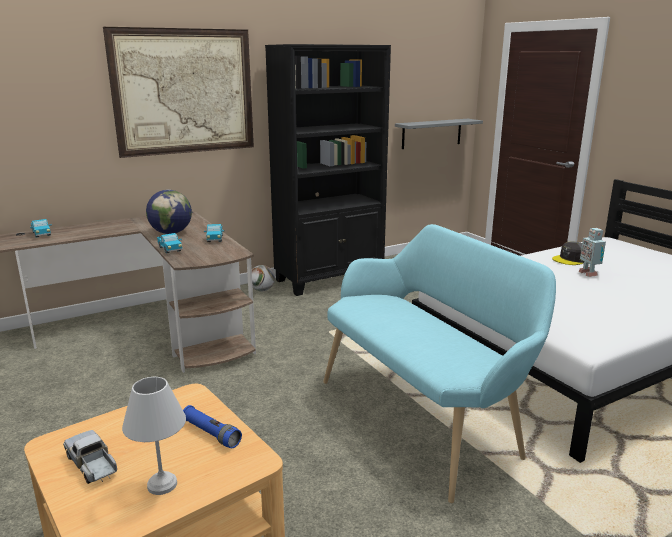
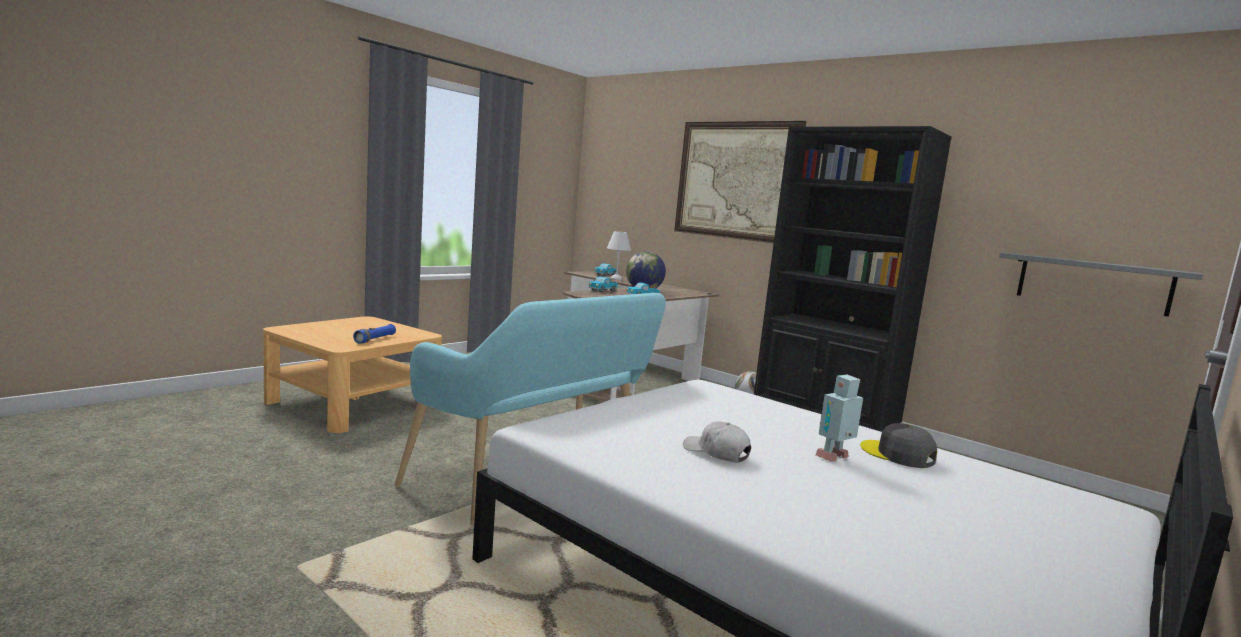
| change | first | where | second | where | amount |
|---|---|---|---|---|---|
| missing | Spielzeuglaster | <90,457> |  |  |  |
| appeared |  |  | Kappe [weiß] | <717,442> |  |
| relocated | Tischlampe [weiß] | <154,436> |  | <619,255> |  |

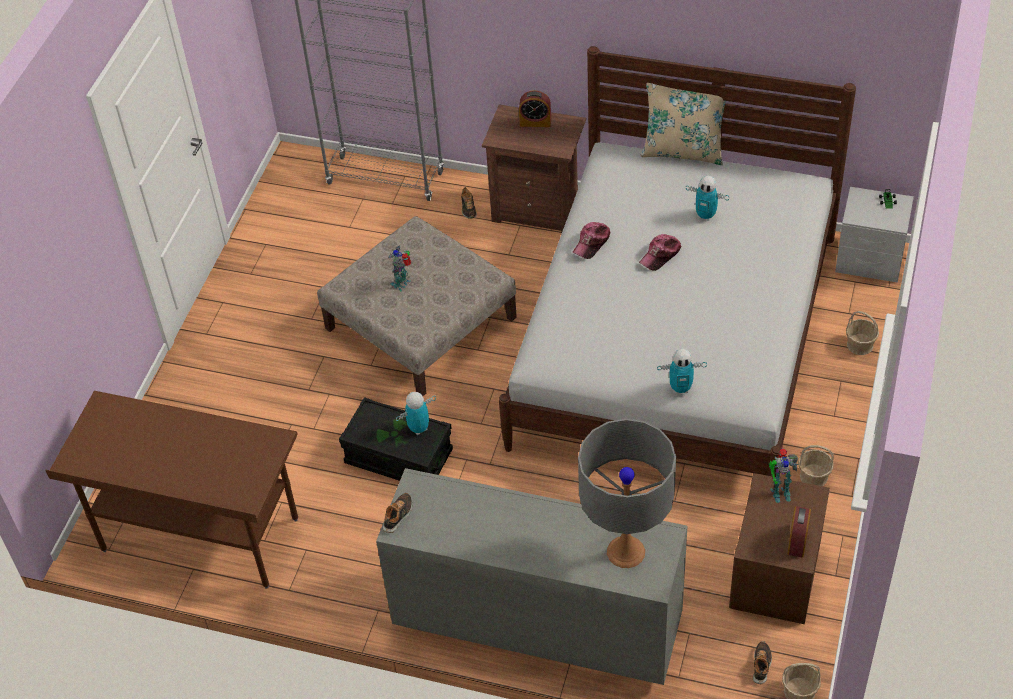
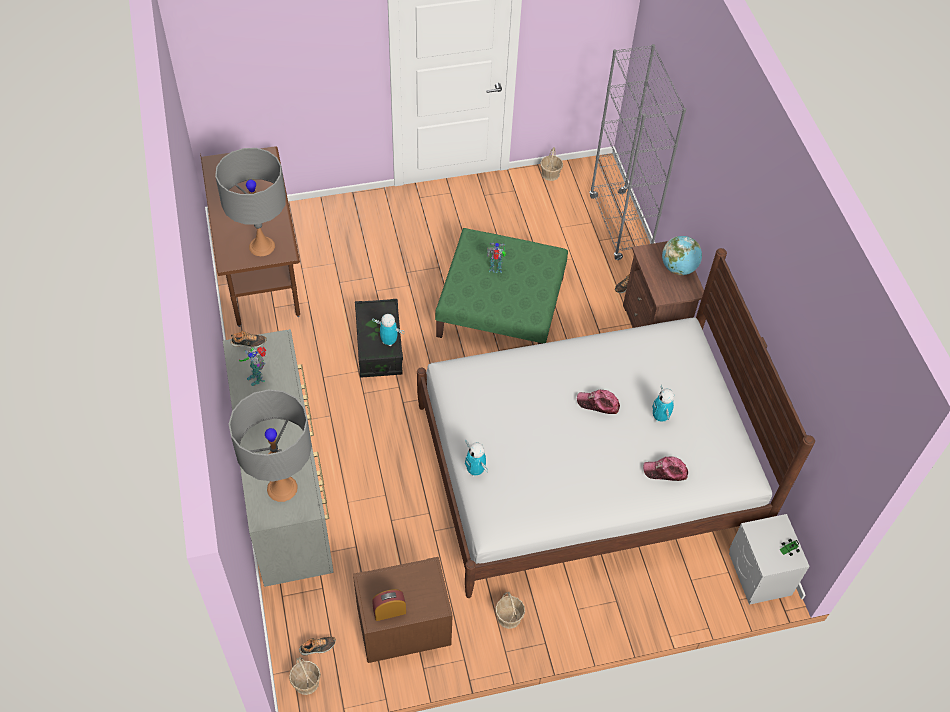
| change | first | where | second | where | amount |
|---|---|---|---|---|---|
| missing | Kissen [beige] | <683,124> |  |  |  |
| appeared |  |  | Tischlampe [grau] | <250,202> |  |
| relocated | Kappe | <591,240> |  | <665,468> |  |
| relocated | Spielzeugroboter | <783,475> |  | <252,366> |  |
| relocated | Korb | <862,333> |  | <551,164> |  |
| exchanged | Wecker | <535,108> | Globus | <682,255> |  |
| colour | Polsterhocker [beige] | <417,306> | Polsterhocker [grün] | <501,286> |  |

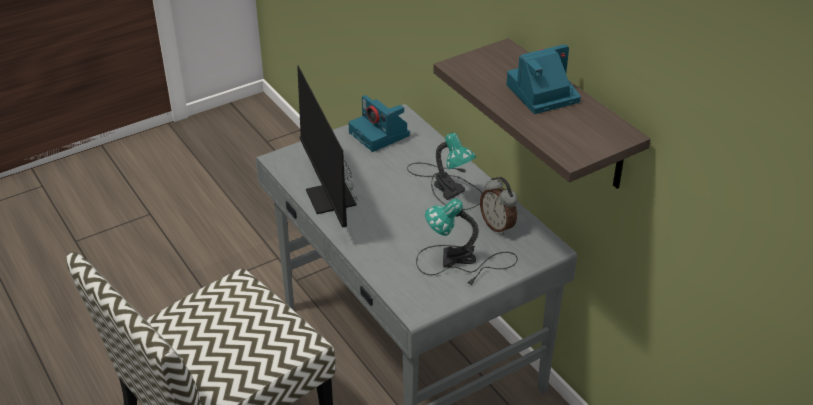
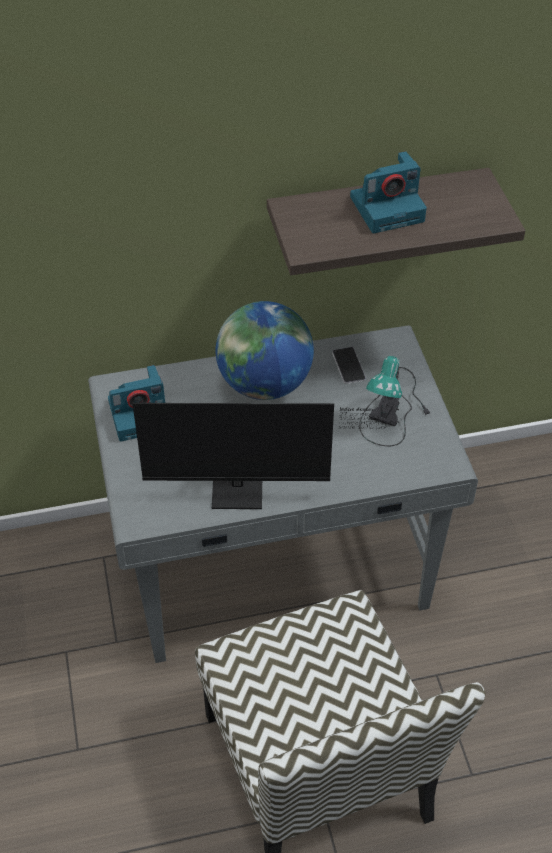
| change | first | where | second | where | amount |
|---|---|---|---|---|---|
| exchanged | Tischlampe | <444,171> | Globus | <265,350> |  |
| exchanged | Wecker | <498,206> | Handy | <349,365> |  |
| spun | Kamera | <543,79> |  | <388,192> | 105 degrees counterclockwise |

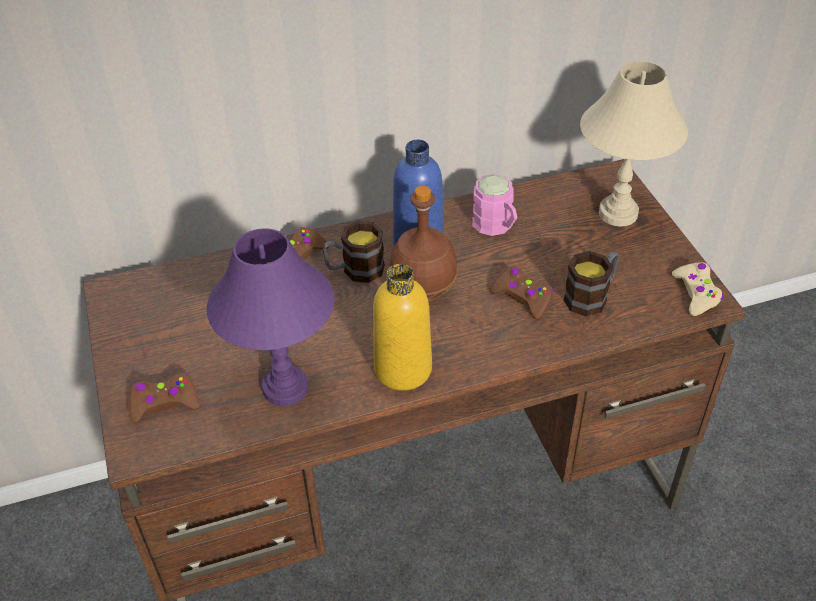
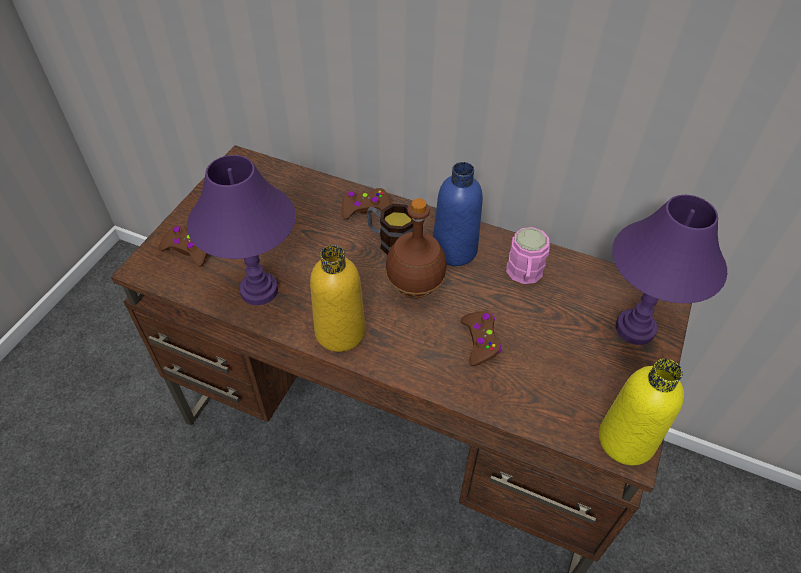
| change | first | where | second | where | amount |
|---|---|---|---|---|---|
| missing | Henkelbecher | <591,283> |  |  |  |
| exchanged | Gamepad [beige] | <697,289> | Flasche [gelb] | <641,412> |  |
| colour | Tischlampe [beige] | <634,144> | Tischlampe [lila] | <669,270> |  |

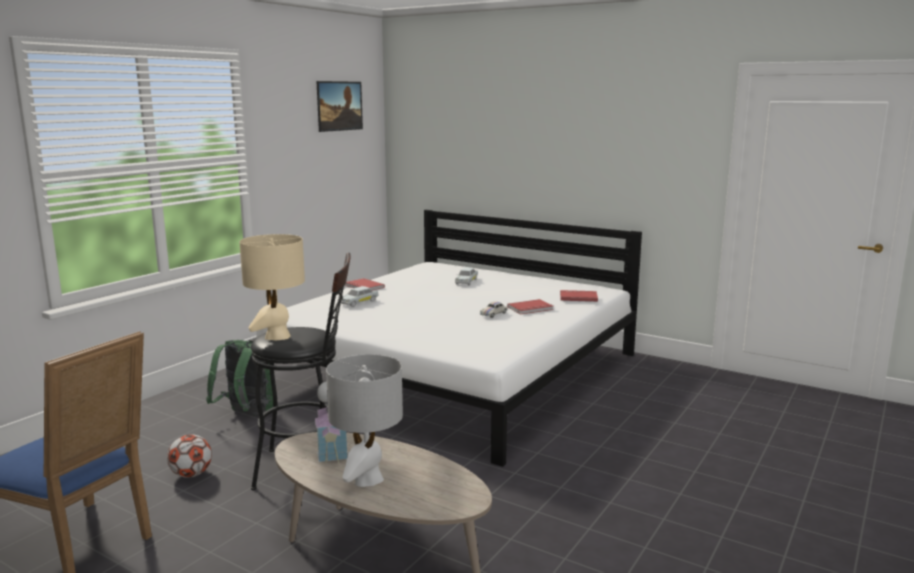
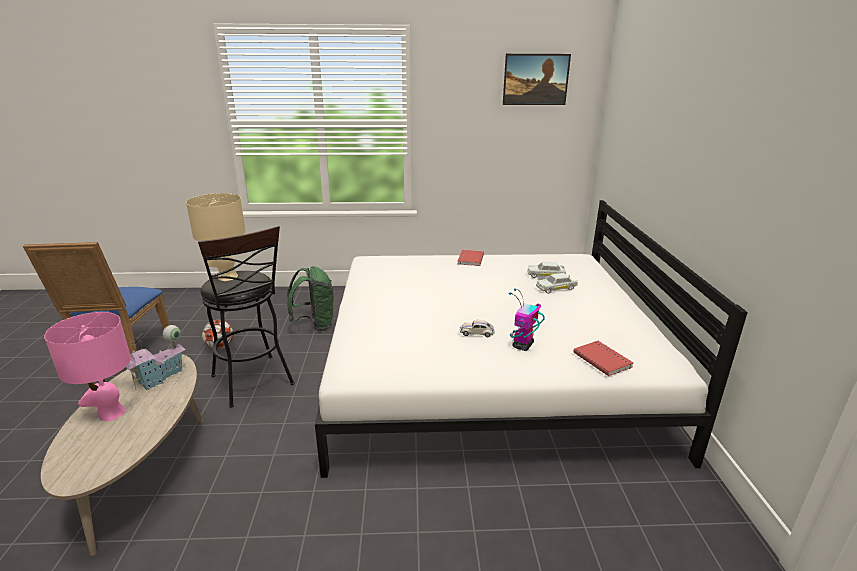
| change | first | where | second | where | amount |
|---|---|---|---|---|---|
| relocated | Spielzeugauto [weiß] | <359,296> |  | <546,270> |  |
| exchanged | Buch [rot] | <530,306> | Spielzeugroboter | <527,319> |  |
| colour | Tischlampe [grau] | <364,420> | Tischlampe [rosa] | <87,366> |  |

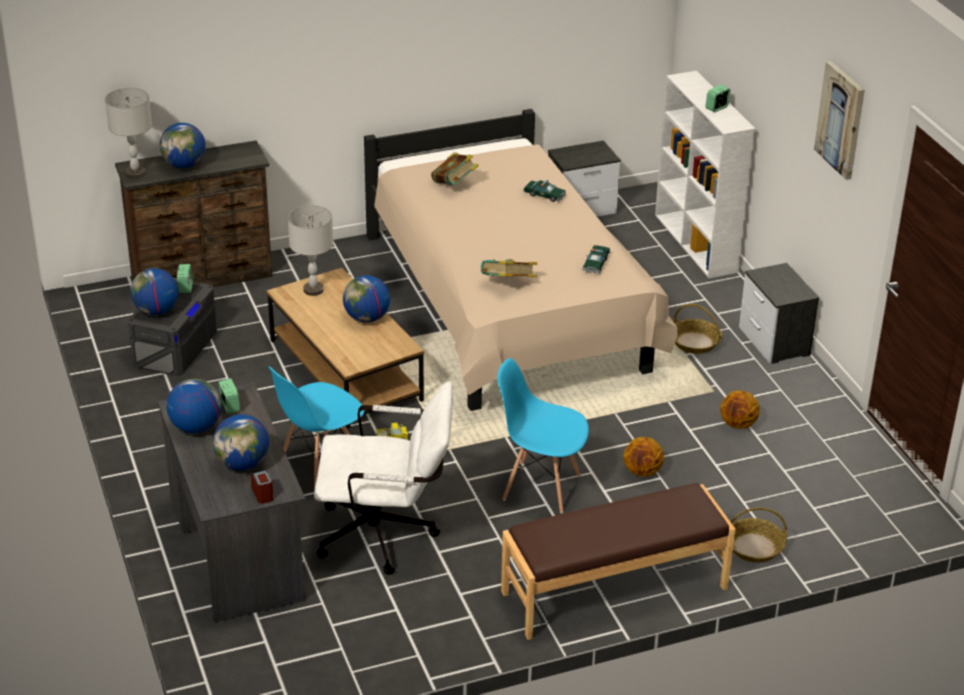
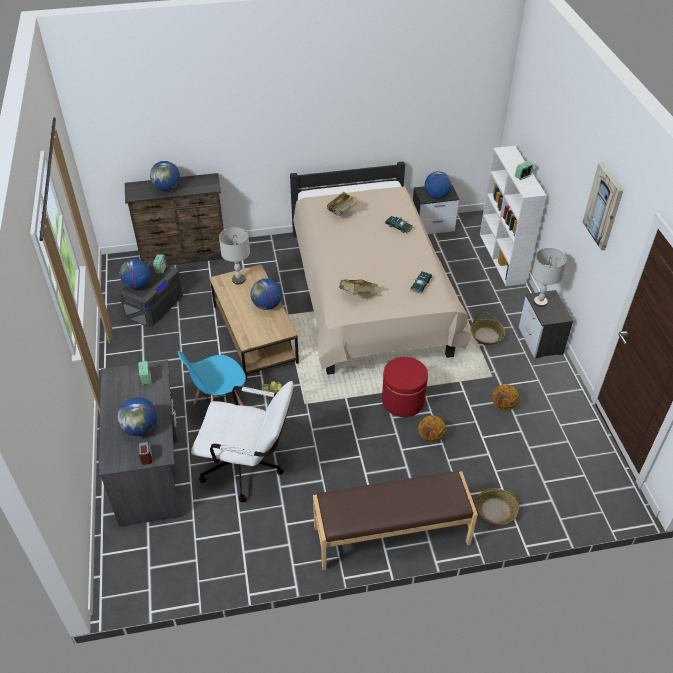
| change | first | where | second | where | amount |
|---|---|---|---|---|---|
| missing | Stuhl [blau] | <543,435> |  |  |  |
| appeared |  |  | Polsterhocker [rot] | <405,387> |  |
| relocated | Tischlampe [grau] | <128,133> |  | <549,277> |  |
| relocated | Globus | <194,406> |  | <438,185> |  |

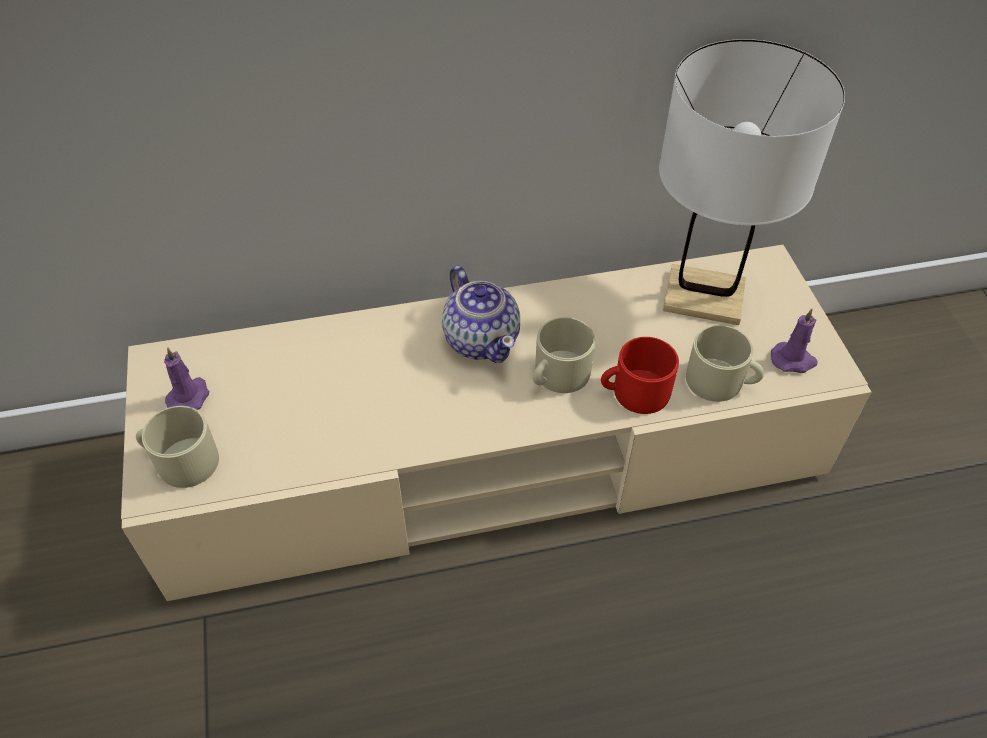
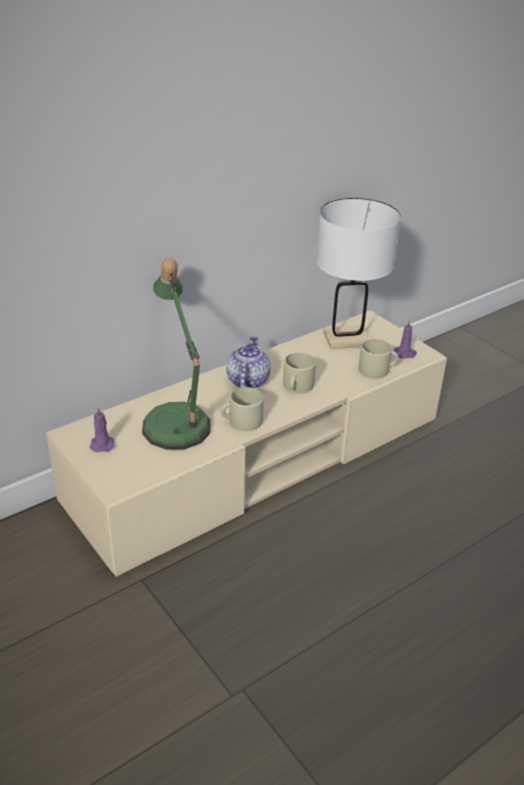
| change | first | where | second | where | amount |
|---|---|---|---|---|---|
| missing | Henkelbecher [rot] | <640,375> |  |  |  |
| appeared |  |  | Tischlampe | <176,354> |  |
| relocated | Henkelbecher [beige] | <177,447> |  | <242,409> |  |
| spun | Teekanne | <481,314> |  | <248,362> | 120 degrees counterclockwise |

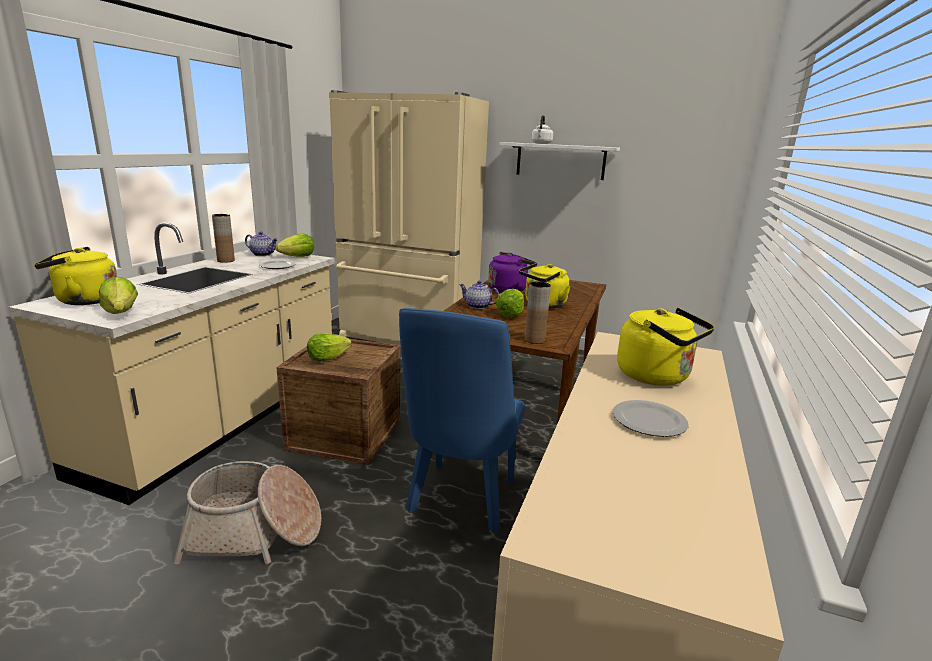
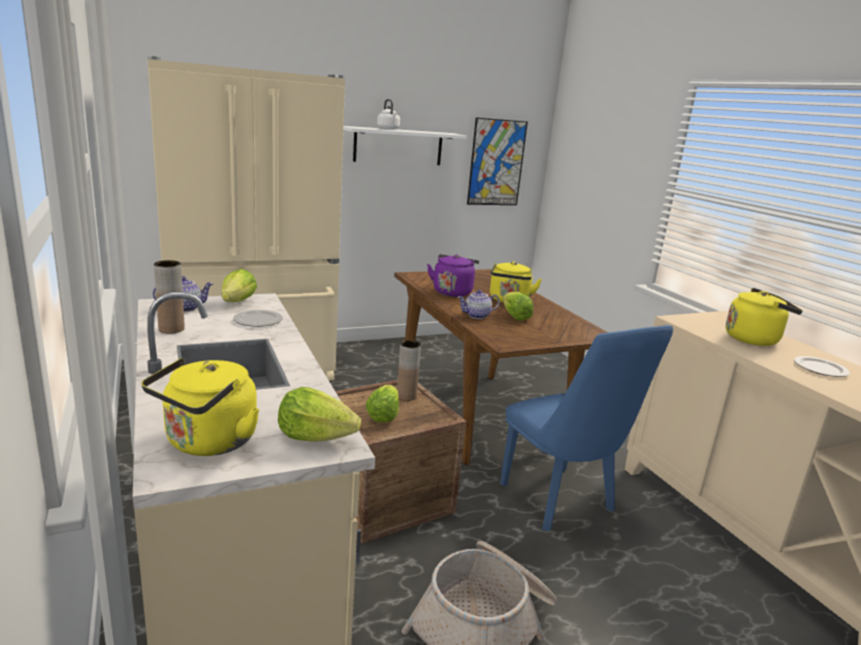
| change | first | where | second | where | amount |
|---|---|---|---|---|---|
| appeared |  |  | Bild | <497,161> |  |
| relocated | Vase [braun] | <538,313> |  | <409,370> |  |

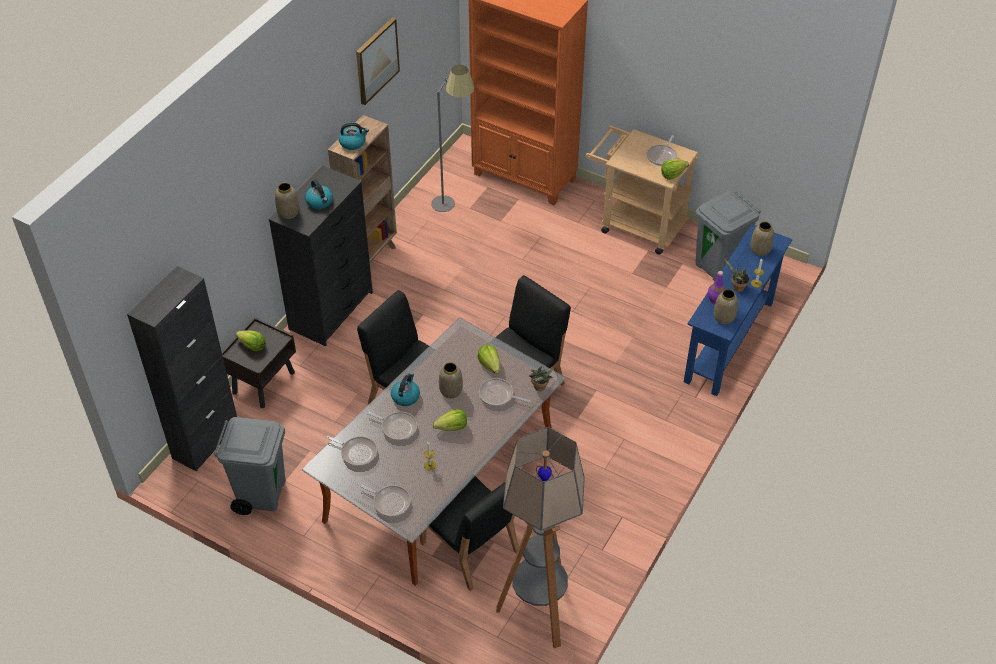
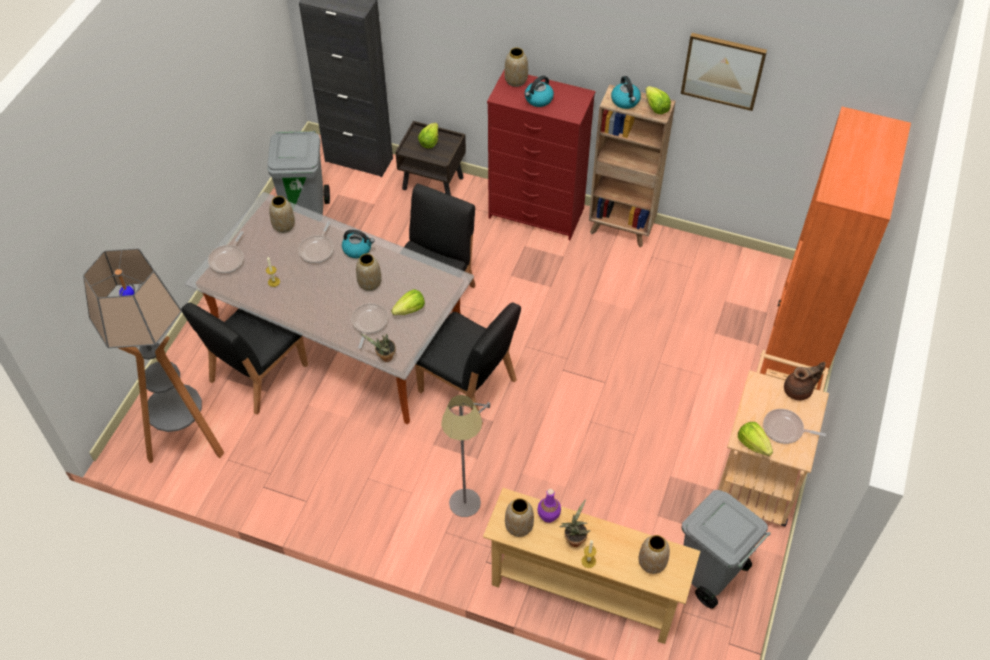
| change | first | where | second | where | amount |
|---|---|---|---|---|---|
| appeared |  |  | Teekanne [braun] | <805,381> |  |
| relocated | Stehlampe [grau] | <452,138> |  | <465,456> |  |
| relocated | Salatkopf | <450,420> |  | <658,100> |  |
| exchanged | Pfanne | <351,451> | Vase | <282,214> |  |
| colour | Kommode [schwarz] | <320,255> | Kommode [rot] | <541,155> |  |
| colour | Konsolentisch [blau] | <738,310> | Konsolentisch [beige] | <591,566> |  |

